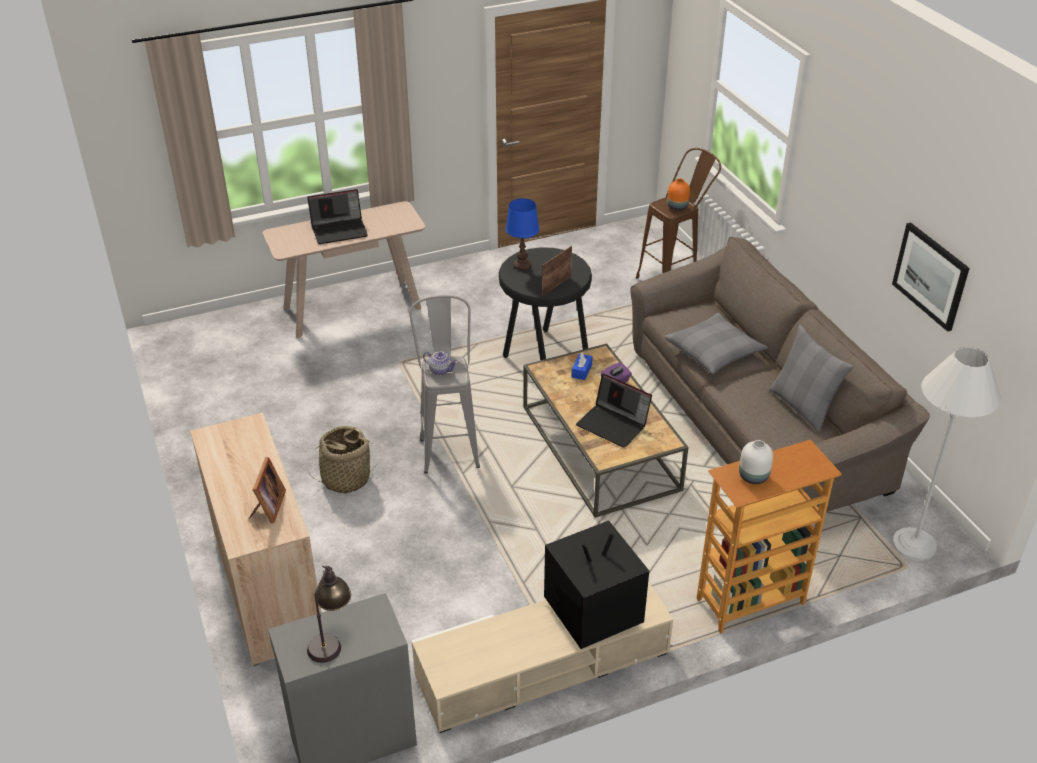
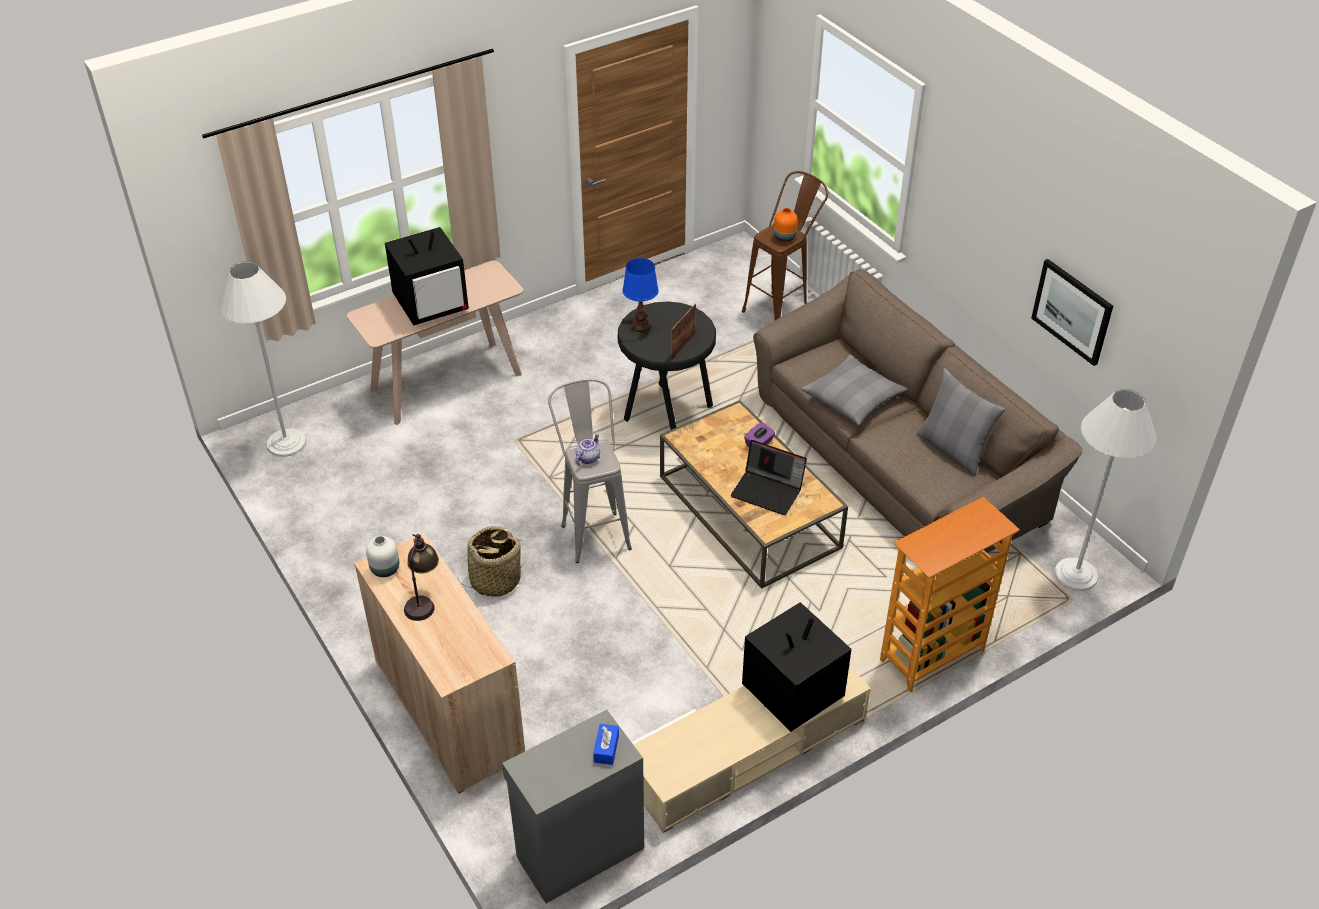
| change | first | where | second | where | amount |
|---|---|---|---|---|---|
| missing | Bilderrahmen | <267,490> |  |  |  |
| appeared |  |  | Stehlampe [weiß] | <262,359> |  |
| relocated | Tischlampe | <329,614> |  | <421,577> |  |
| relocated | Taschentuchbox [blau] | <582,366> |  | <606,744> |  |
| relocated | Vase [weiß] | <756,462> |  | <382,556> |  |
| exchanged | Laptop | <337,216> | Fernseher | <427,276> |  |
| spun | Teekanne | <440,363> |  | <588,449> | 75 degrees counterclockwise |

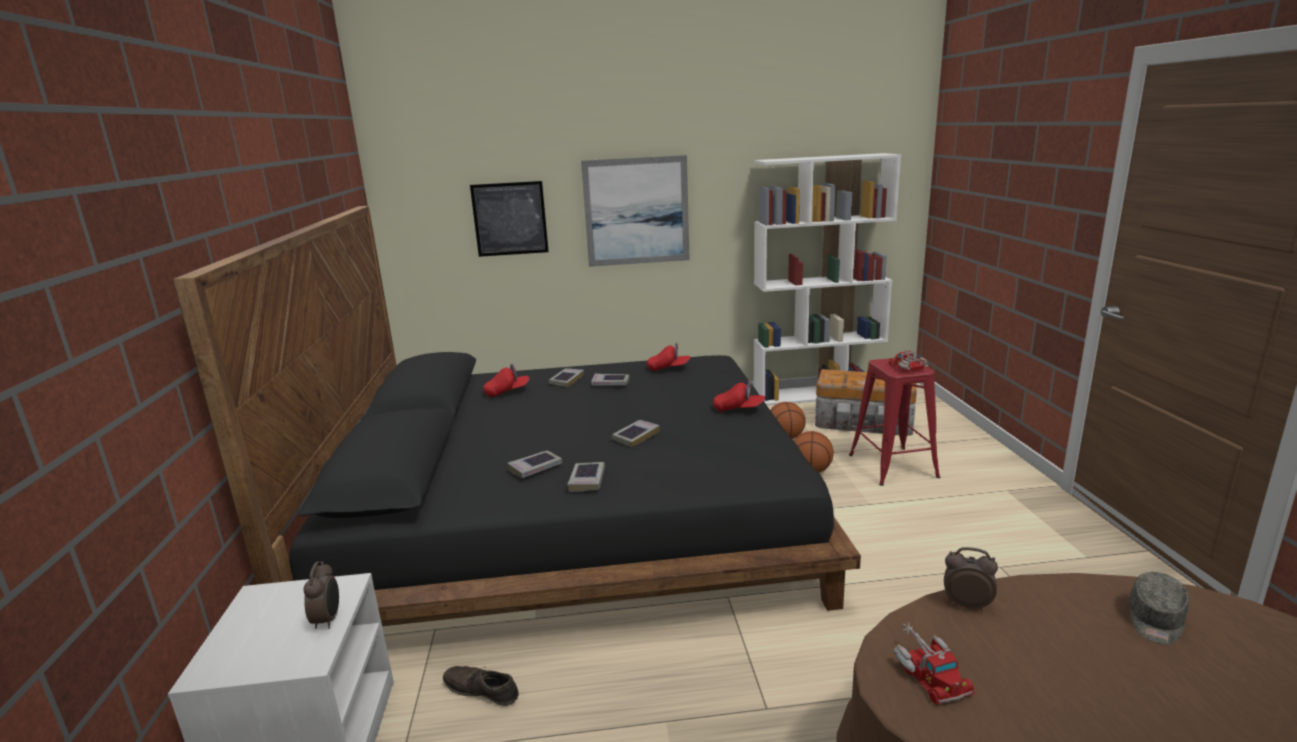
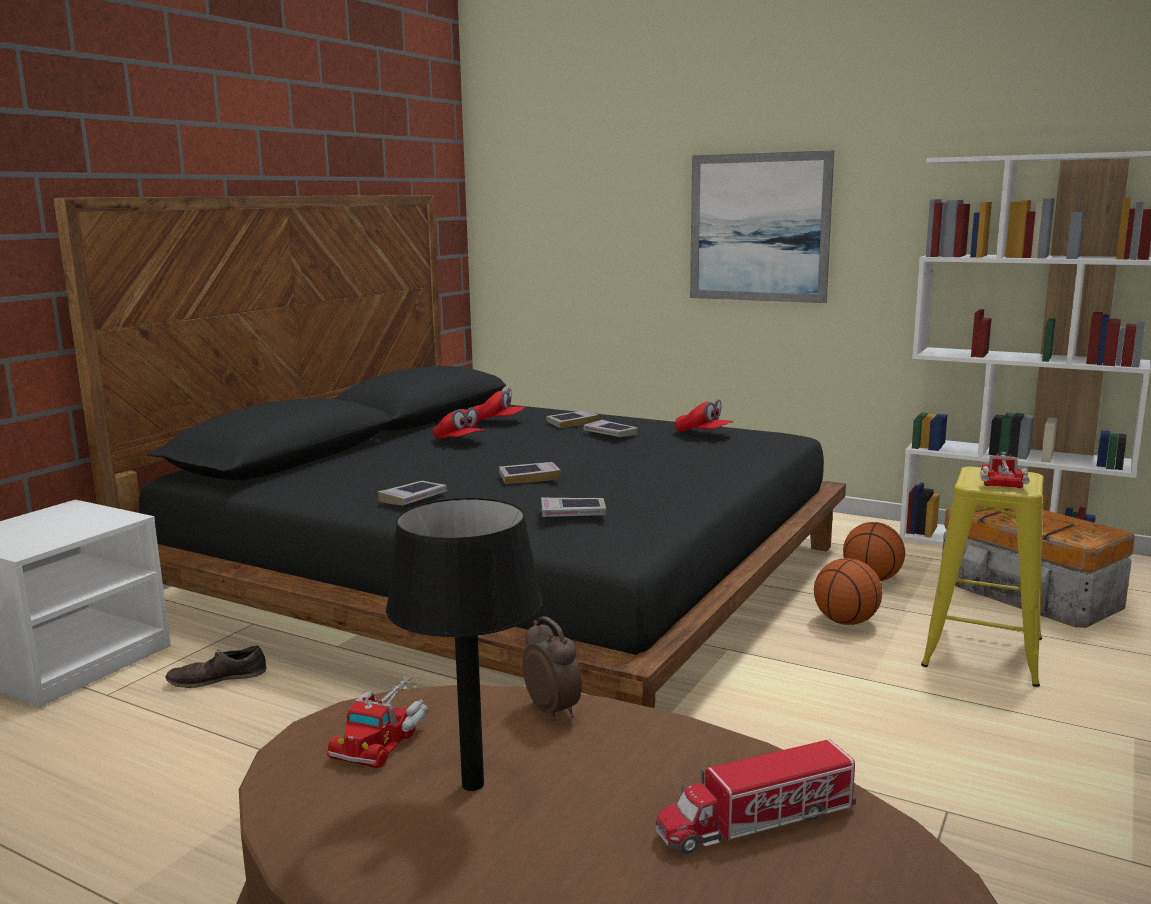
| change | first | where | second | where | amount |
|---|---|---|---|---|---|
| missing | Wecker | <321,595> |  |  |  |
| missing | Bild | <509,219> |  |  |  |
| appeared |  |  | Tischlampe [schwarz] | <464,644> |  |
| relocated | Buch | <535,464> |  | <573,507> |  |
| relocated | Kappe [rot] | <739,396> |  | <459,423> |  |
| exchanged | Kappe [grau] | <1159,608> | Spielzeuglaster | <756,796> |  |
| colour | Hocker [rot] | <894,422> | Hocker [gelb] | <982,577> |  |
| spun | Schuh [braun] | <481,686> |  | <215,667> | 75 degrees counterclockwise |

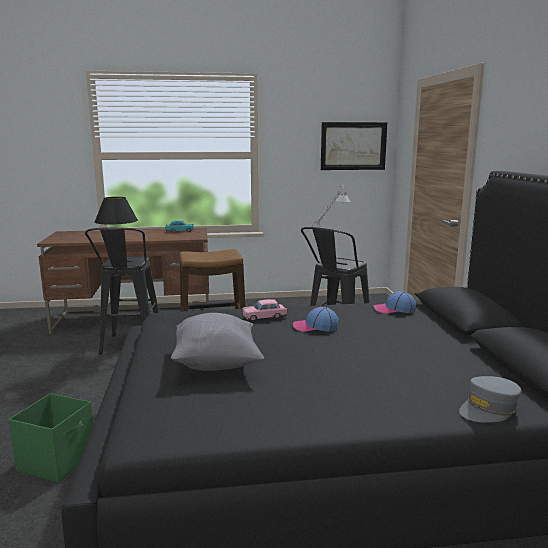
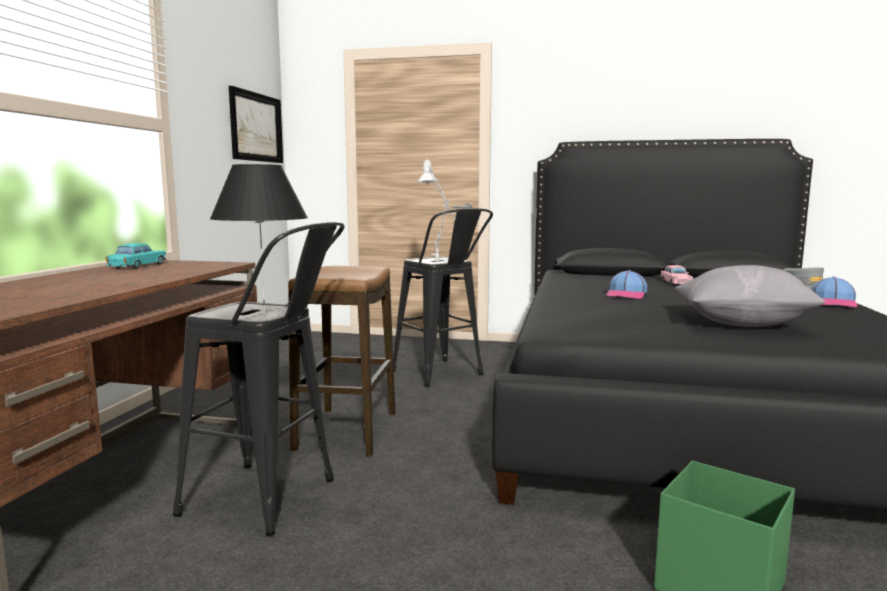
| change | first | where | second | where | amount |
|---|---|---|---|---|---|
| relocated | Spielzeugauto [rosa] | <265,310> |  | <676,275> |  |
| relocated | Kappe | <395,302> |  | <834,291> |  |

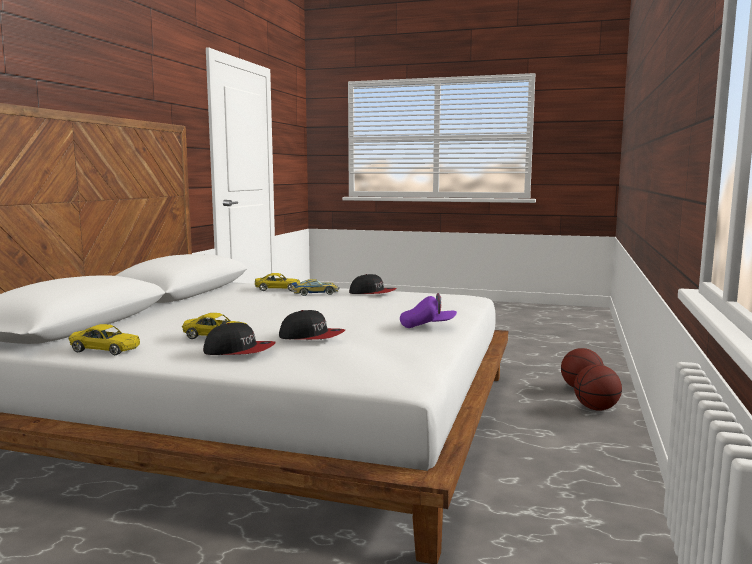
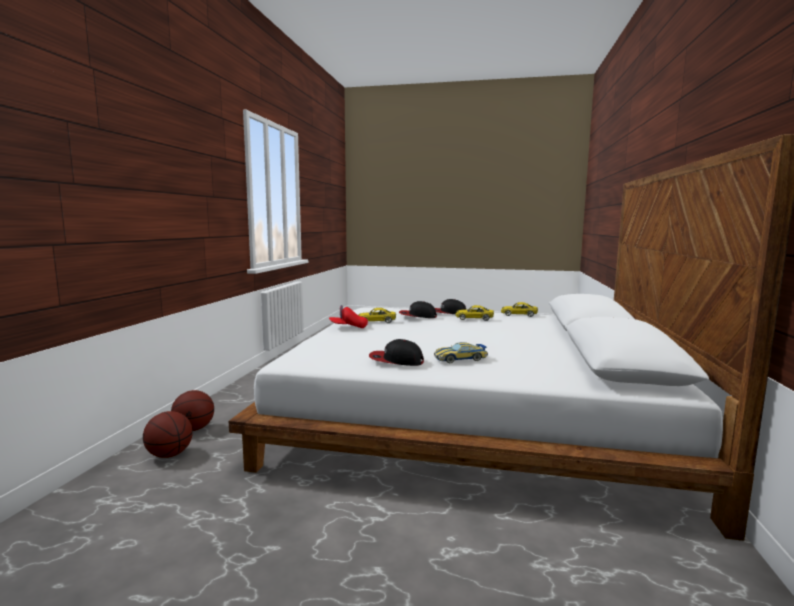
| change | first | where | second | where | amount |
|---|---|---|---|---|---|
| relocated | Spielzeugauto [gelb] | <277,282> |  | <377,315> |  |
| colour | Kappe [lila] | <428,310> | Kappe [rot] | <348,316> |  |

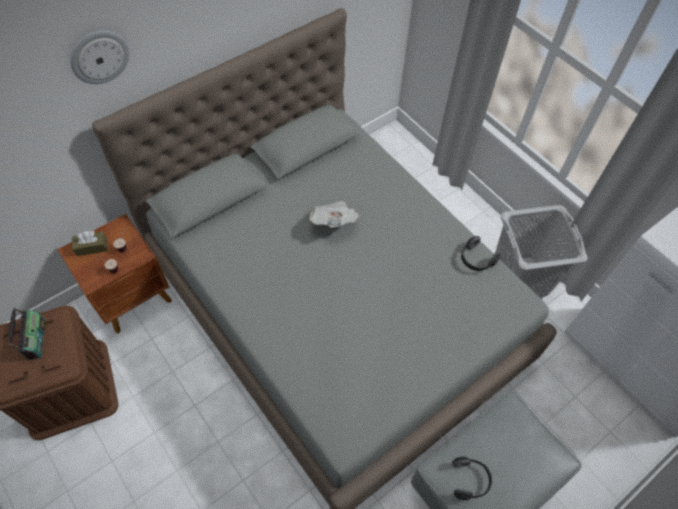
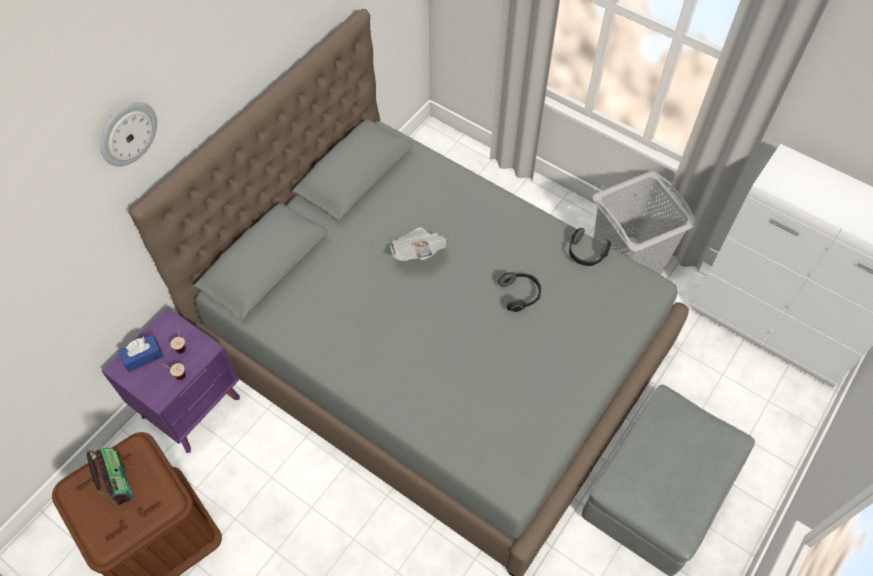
| change | first | where | second | where | amount |
|---|---|---|---|---|---|
| relocated | Kopfhörer | <472,478> |  | <519,292> |  |
| colour | Nachttisch [braun] | <114,273> | Nachttisch [lila] | <171,380> |  |
| colour | Taschentuchbox [braun] | <89,243> | Taschentuchbox [blau] | <140,353> |  |

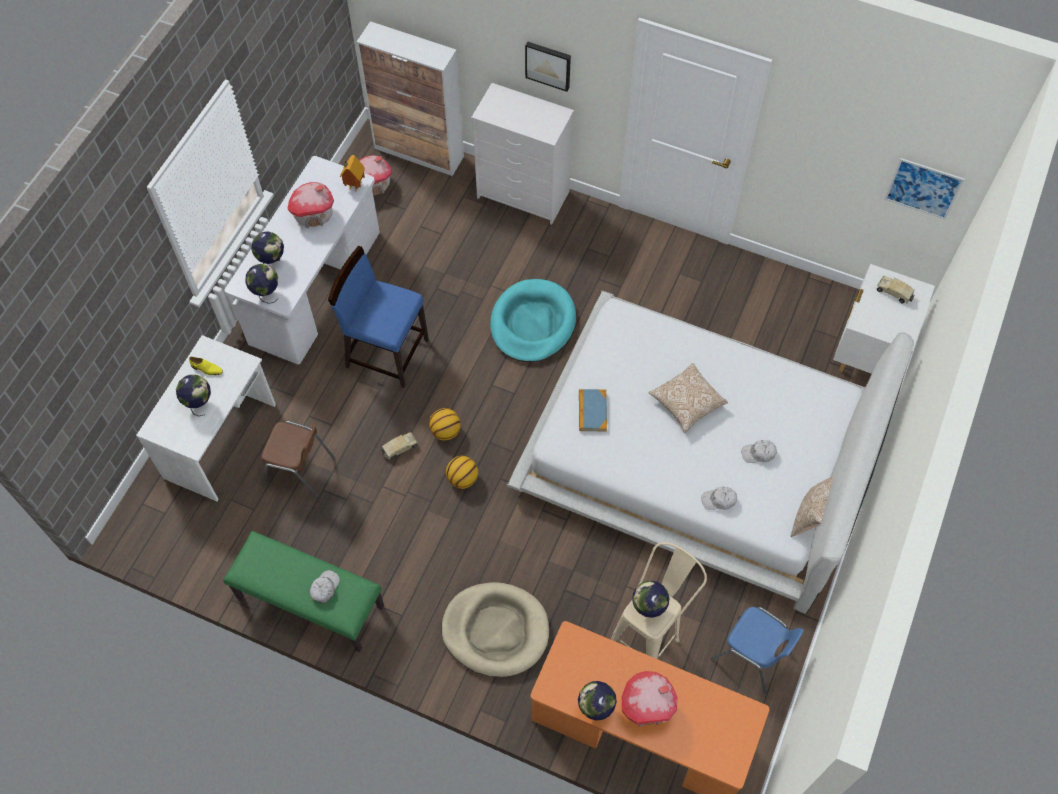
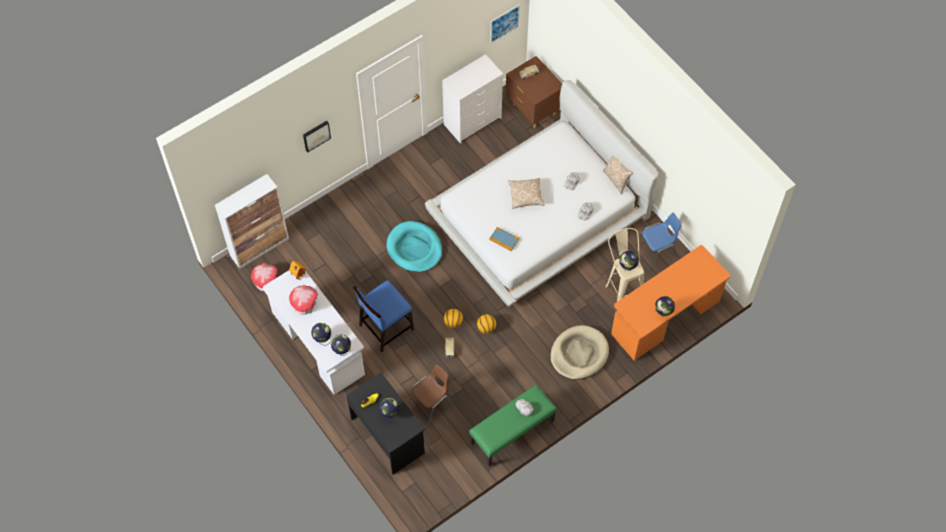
| change | first | where | second | where | amount |
|---|---|---|---|---|---|
| missing | Spielzeughaus | <649,699> |  |  |  |
| relocated | Kommode [weiß] | <522,154> |  | <472,99> |  |
| colour | Schreibtisch [weiß] | <206,418> | Schreibtisch [schwarz] | <385,424> |  |
| colour | Nachttisch [weiß] | <884,319> | Nachttisch [braun] | <534,92> |  |

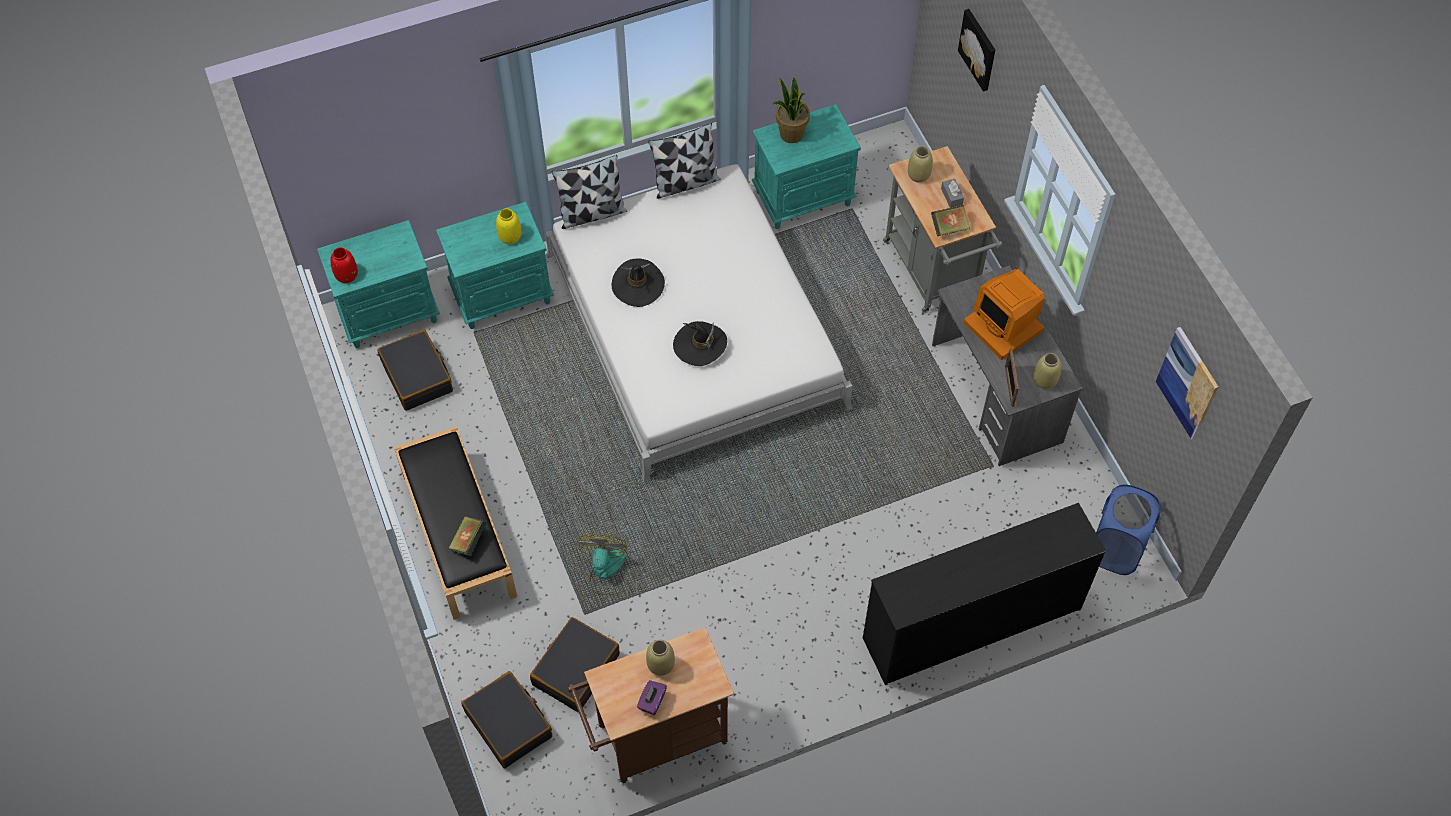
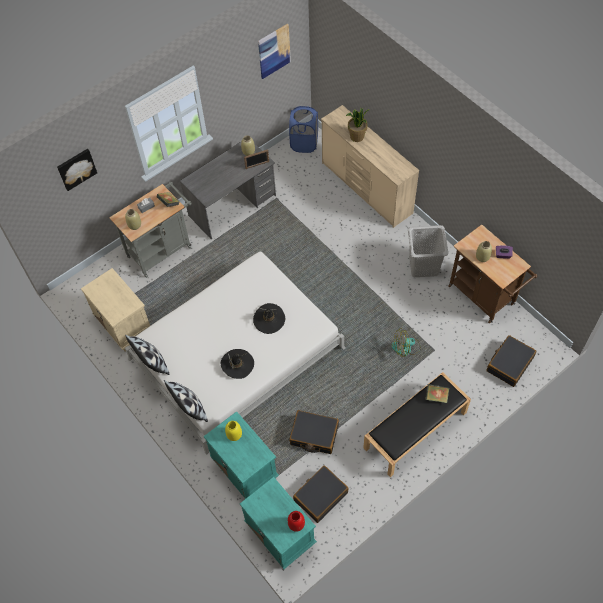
| change | first | where | second | where | amount |
|---|---|---|---|---|---|
| missing | Monitor | <1004,314> |  |  |  |
| appeared |  |  | Wäschekorb [grau] | <428,251> |  |
| relocated | Koffer [schwarz] | <575,664> |  | <314,432> |  |
| relocated | Topfpflanze | <791,110> |  | <358,125> |  |
| colour | Nachttisch [türkis] | <806,166> | Nachttisch [beige] | <116,309> |  |
| colour | Kommode [schwarz] | <984,594> | Kommode [beige] | <370,166> |  |

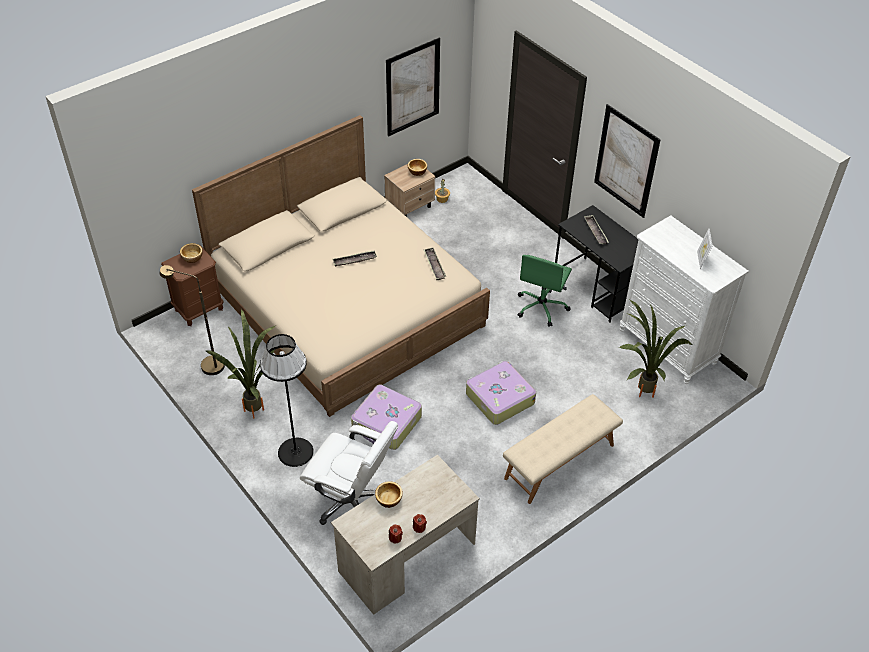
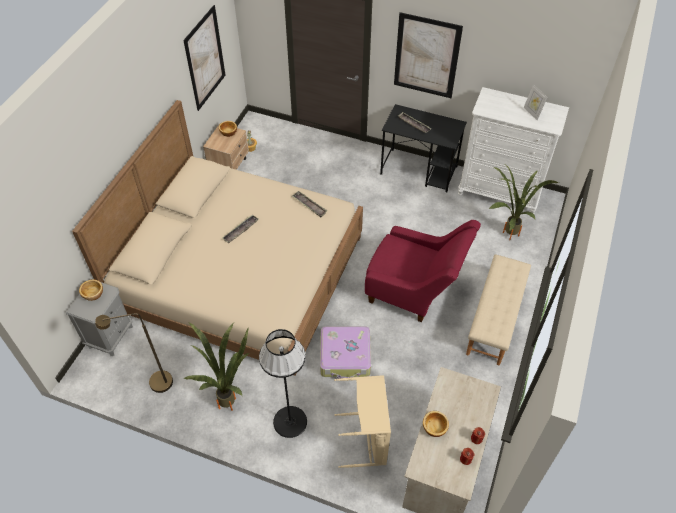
| change | first | where | second | where | amount |
|---|---|---|---|---|---|
| missing | Bürostuhl [grün] | <544,290> |  |  |  |
| exchanged | Bürostuhl [weiß] | <349,473> | Wäschekorb [beige] | <362,421> |  |
| exchanged | Koffer | <501,393> | Sessel [rot] | <423,271> |  |
| colour | Nachttisch [braun] | <192,285> | Nachttisch [grau] | <99,317> |  |

